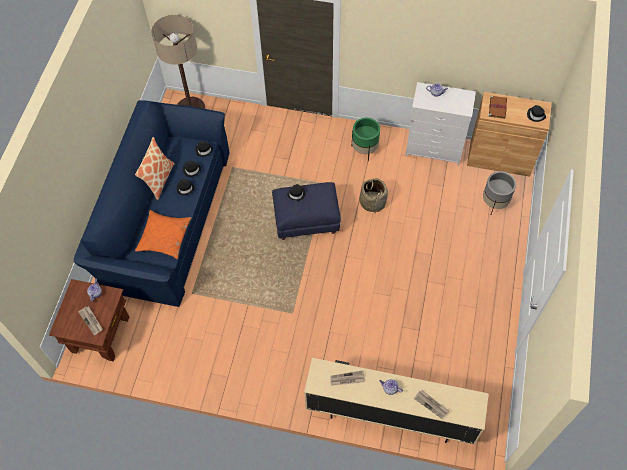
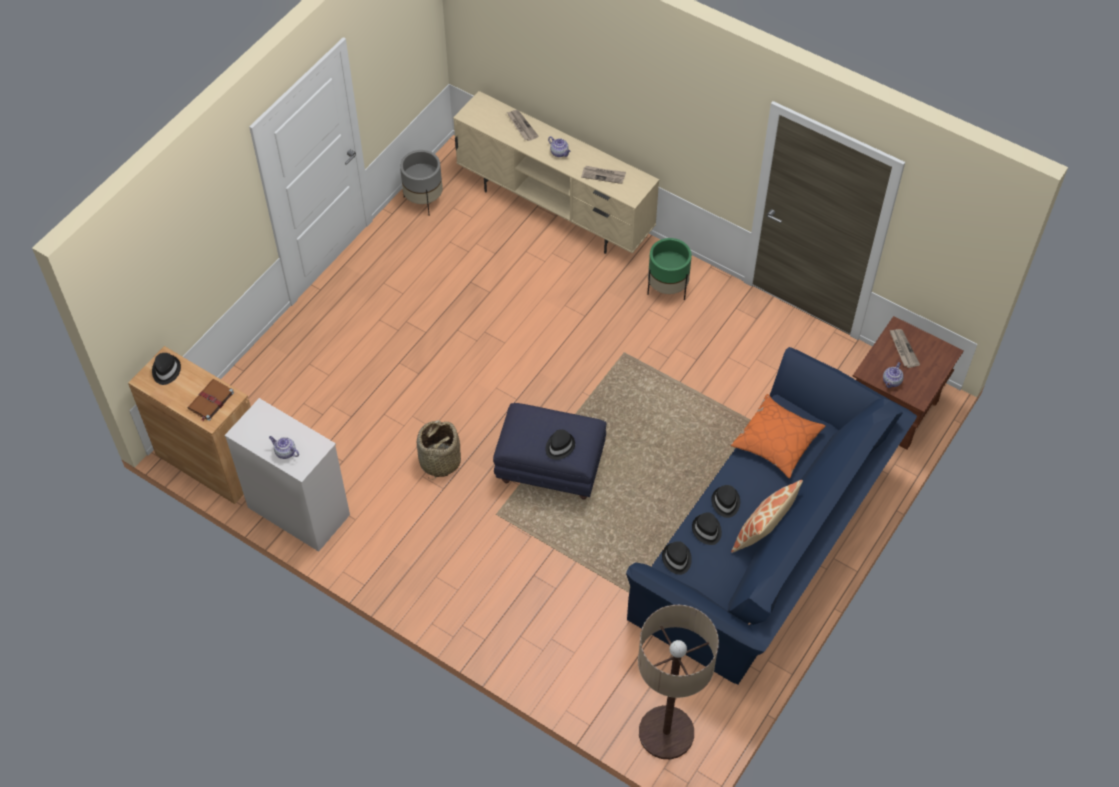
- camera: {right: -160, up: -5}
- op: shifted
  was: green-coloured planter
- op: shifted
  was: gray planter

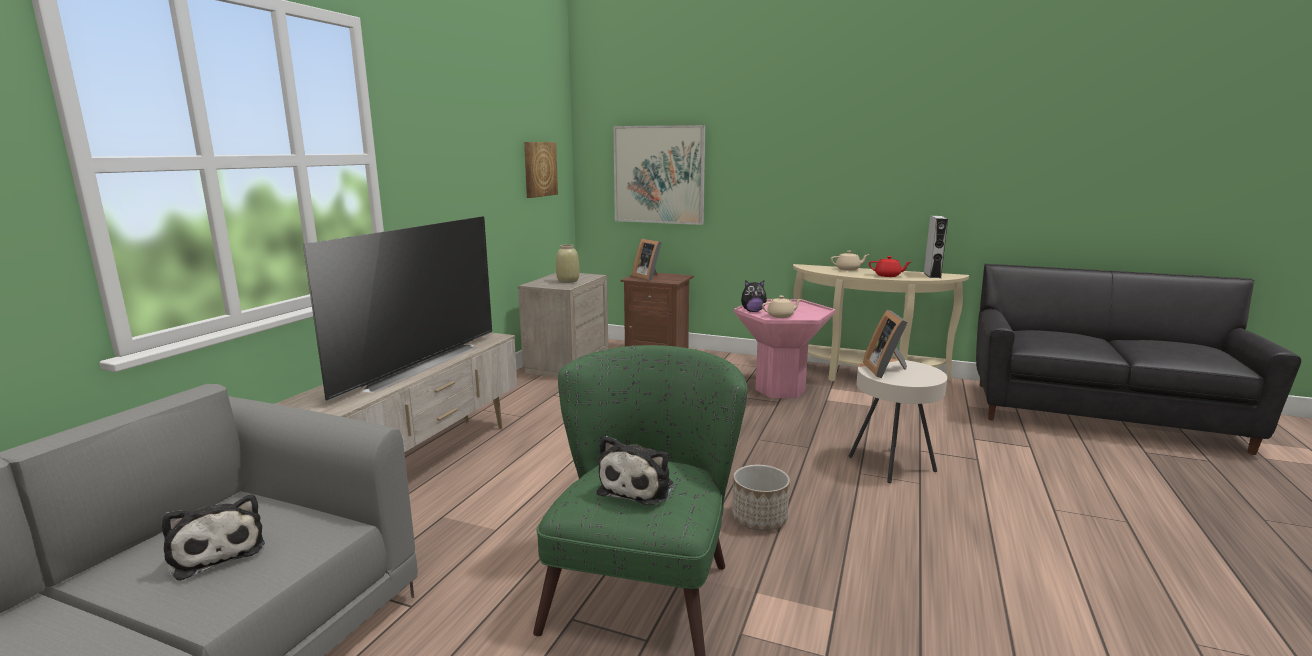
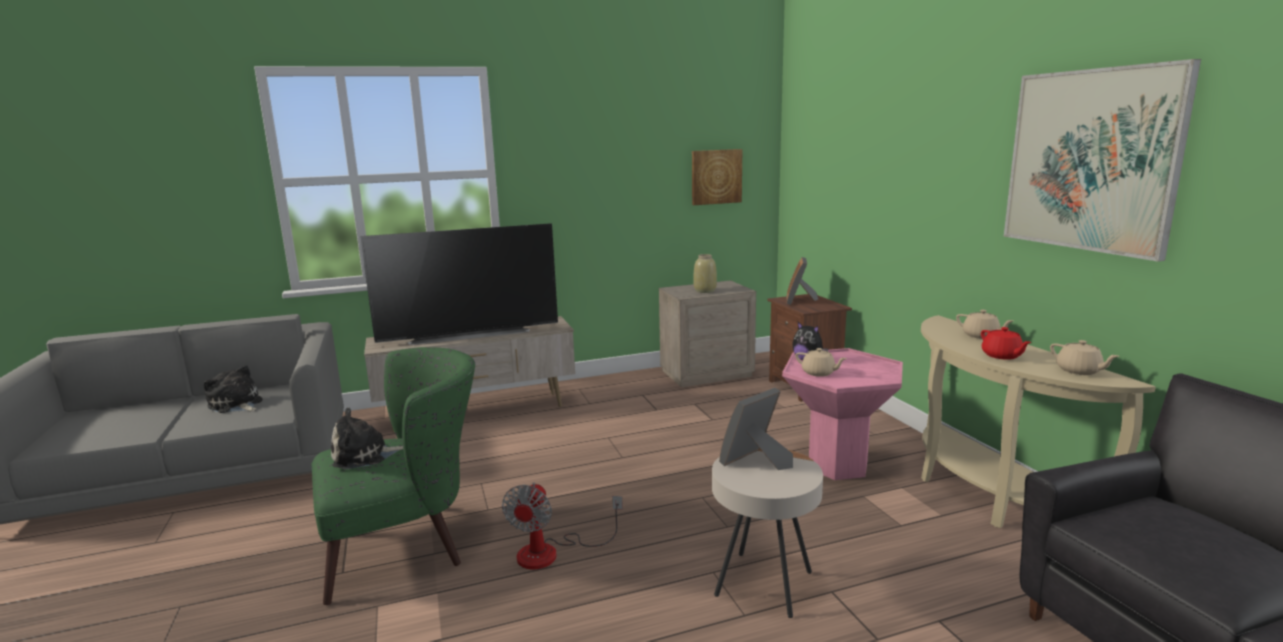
- camera: {right: 50, up: 0}
- op: shifted
  was: wall art (no. 2 from left)
- op: swapped
  was: planter
  now: fan
- op: swapped
  was: gray speaker
  now: sand-coloured pot for tea (no. 3 from left)
- op: rotated
  was: cuddly toy (no. 1 from left)
  clockwise: 120

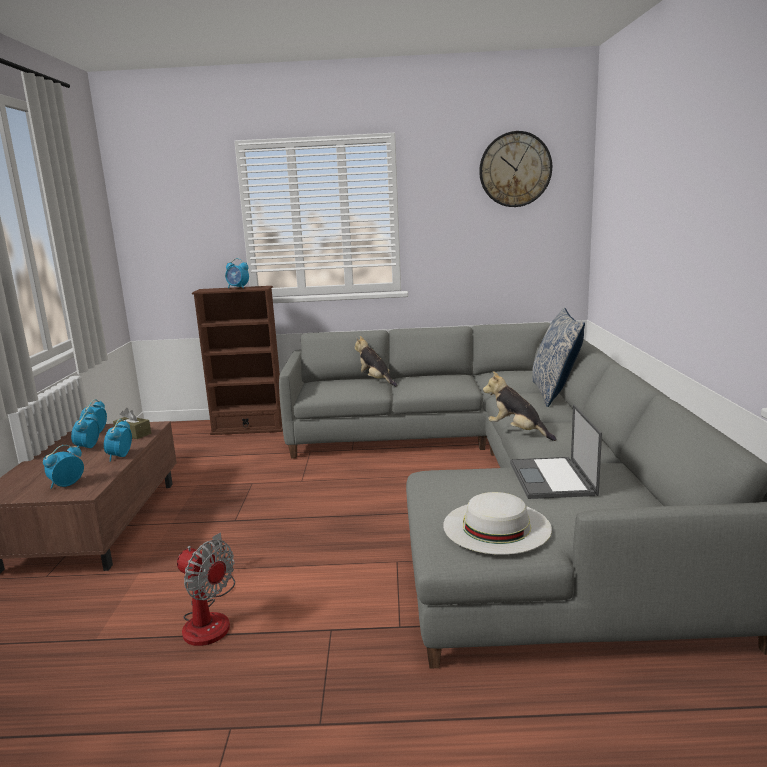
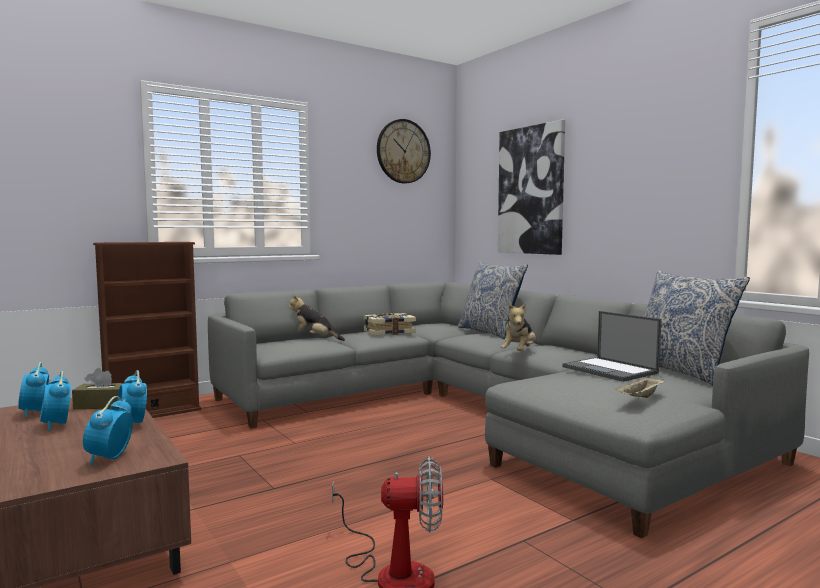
- camera: {right: -35, up: -10}
- op: gone
  was: bedside clock (no. 5 from left)
- op: new
  now: bound book
- op: new
  now: wall art
- op: new
  now: throw pillow (no. 2 from left)
- op: swapped
  was: white-coloured hat
  now: sand-coloured tray
- op: rotated
  was: cuddly toy (no. 2 from left)
  clockwise: -75

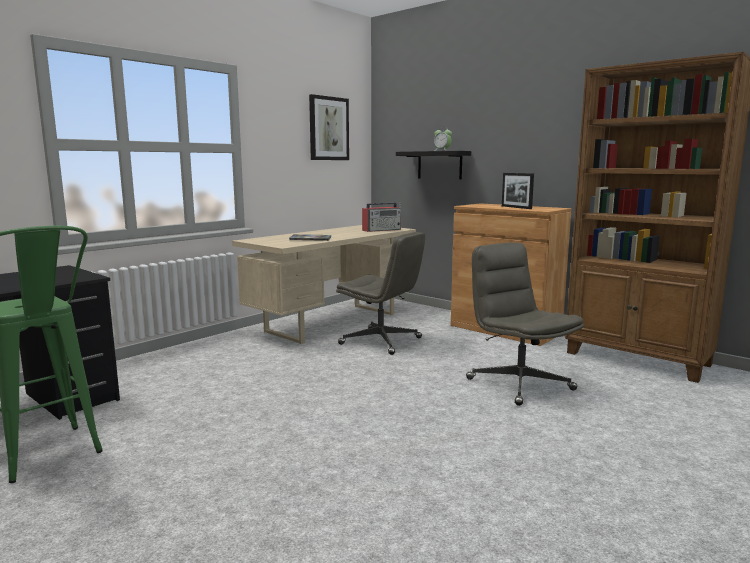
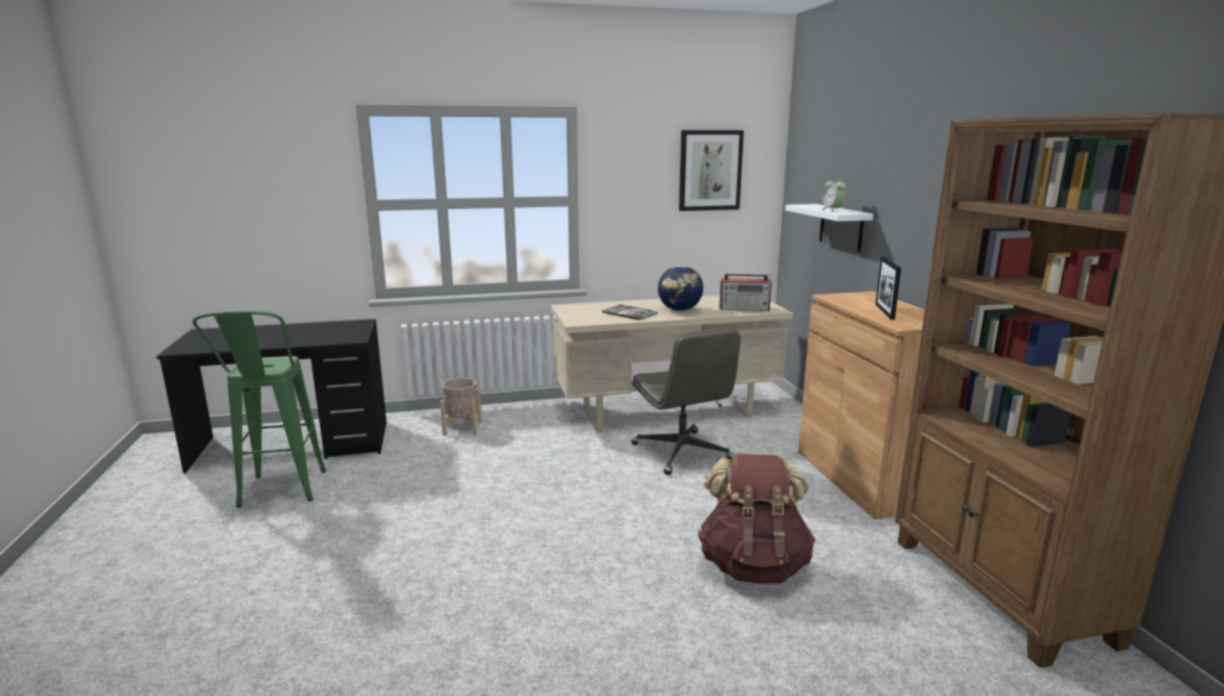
- camera: {right: 35, up: 5}
- op: new
  now: sand-coloured planter
- op: new
  now: world globe
- op: swapped
  was: gray computer chair (no. 2 from left)
  now: brown knapsack
- op: repainted
  was: black wall shelf
  now: white-coloured wall shelf

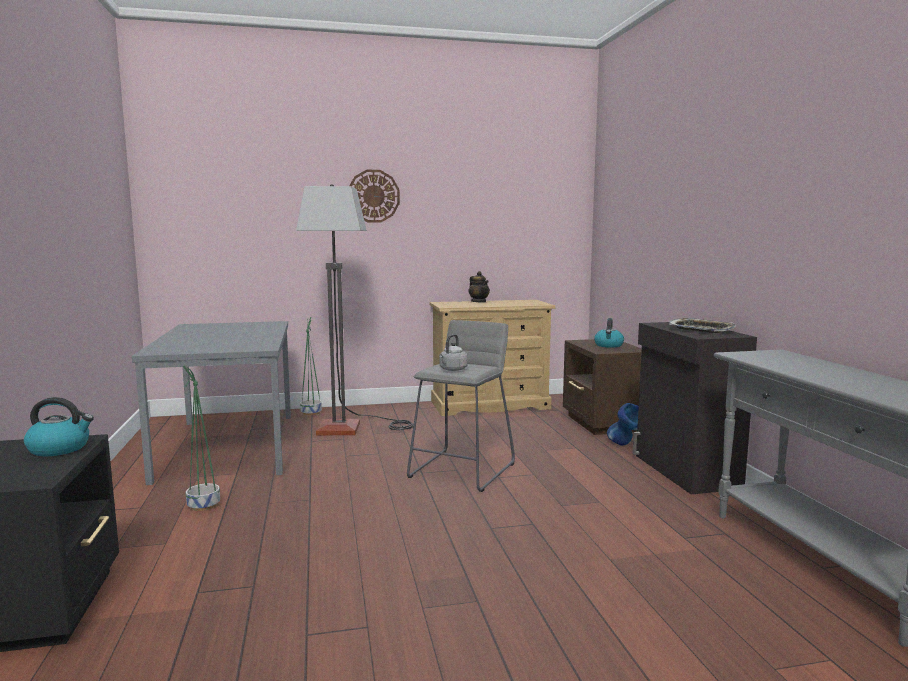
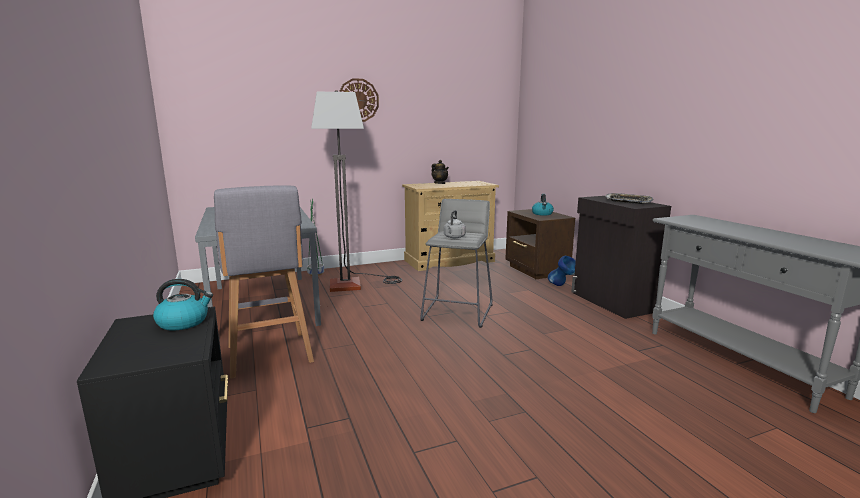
- camera: {right: -10, up: 5}
- op: swapped
  was: green-coloured planter (no. 1 from left)
  now: gray stool seat (no. 1 from left)

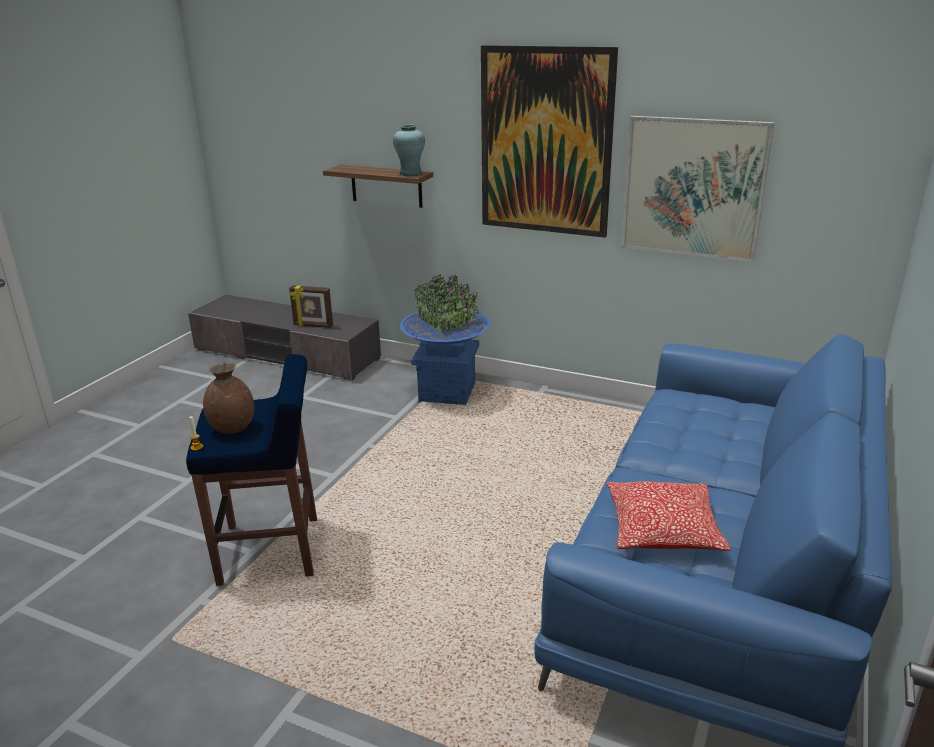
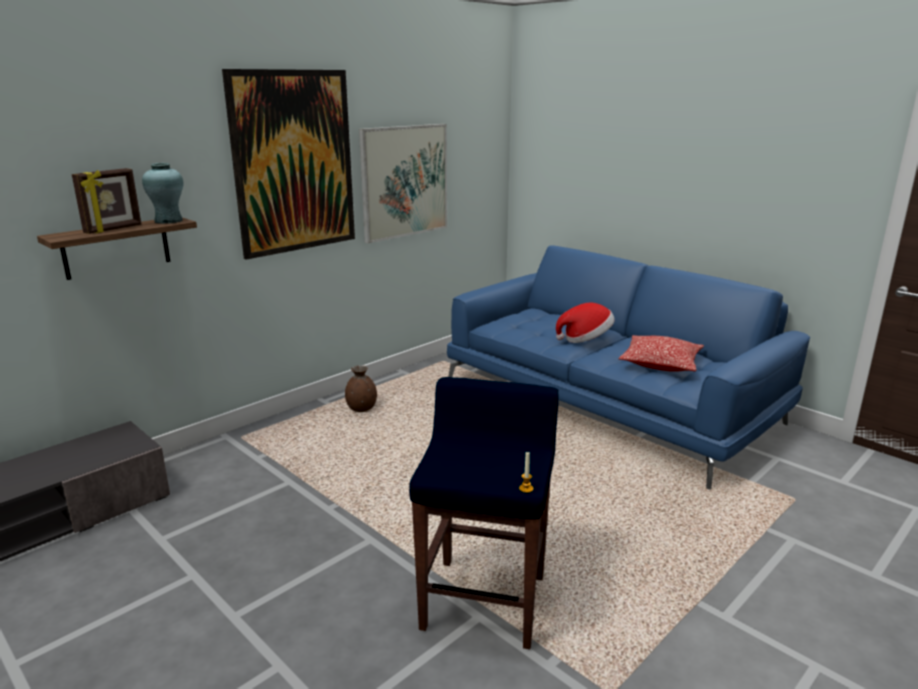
- camera: {right: -70, up: -5}
- op: gone
  was: blue-coloured planter
- op: new
  now: hat
- op: shifted
  was: brown flower vase
- op: shifted
  was: picture frame

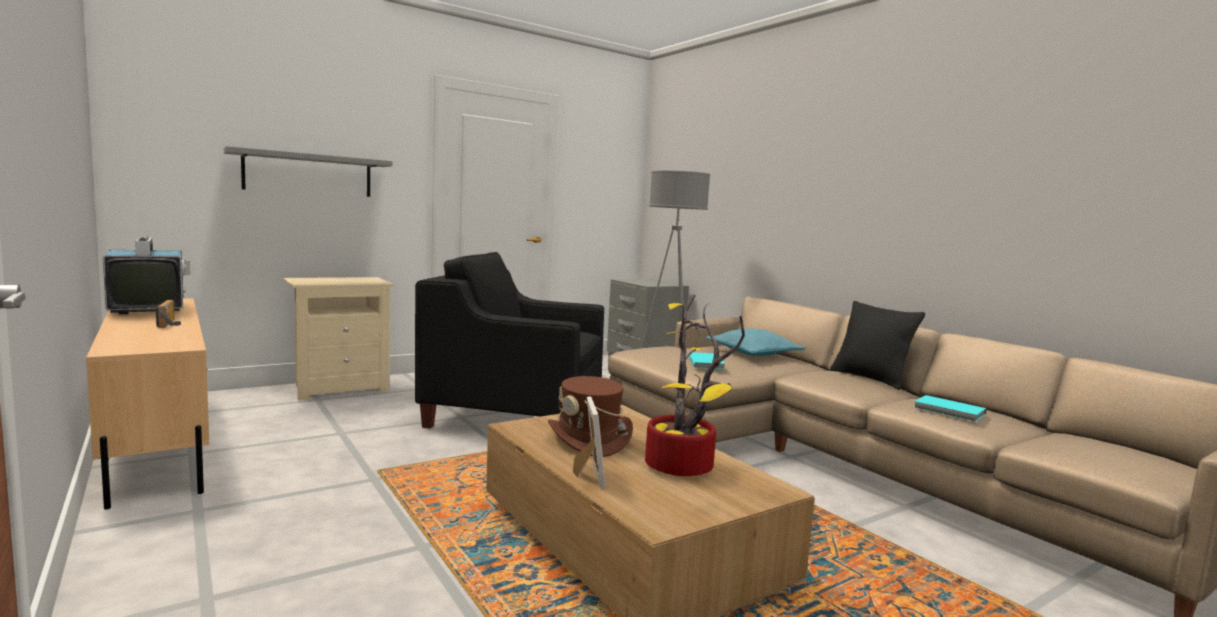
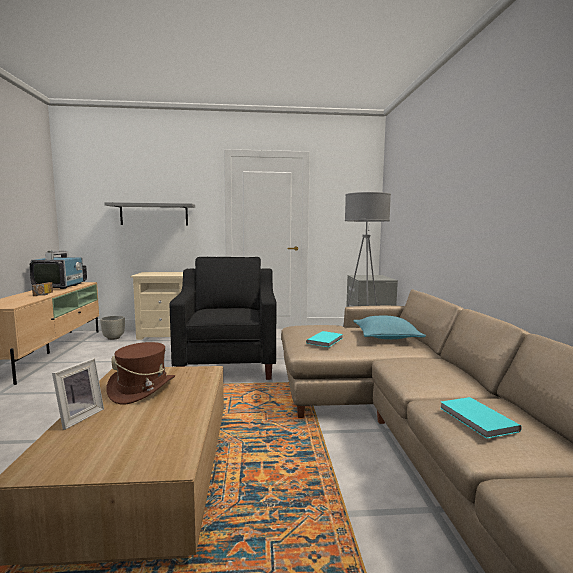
- camera: {right: 30, up: 0}
- op: gone
  was: potted plant
- op: gone
  was: black throw pillow
- op: new
  now: gray planter
- op: rotated
  was: black lounge chair
  clockwise: 45

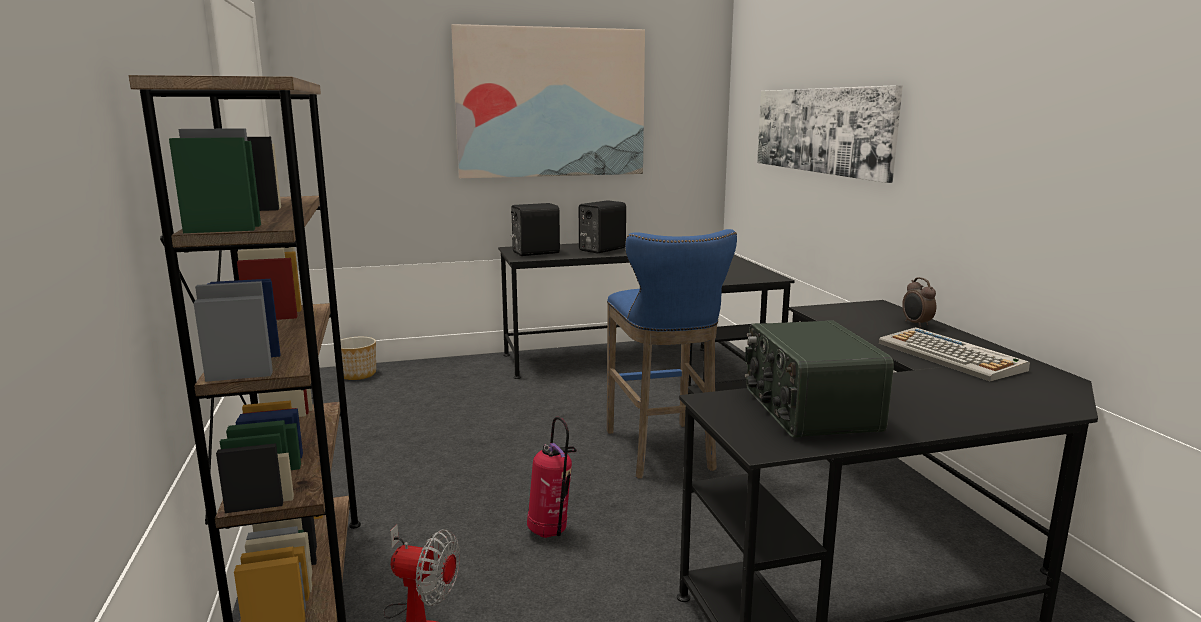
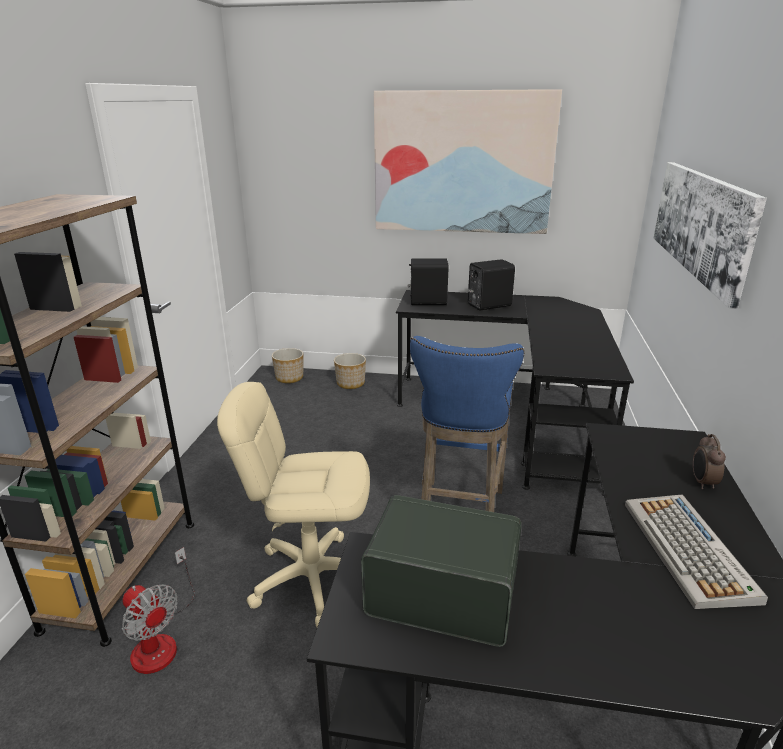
- camera: {right: 25, up: 10}
- op: new
  now: planter (no. 2 from left)
- op: swapped
  was: extinguisher
  now: sand-coloured computer chair
- op: rotated
  was: radio set
  clockwise: 90

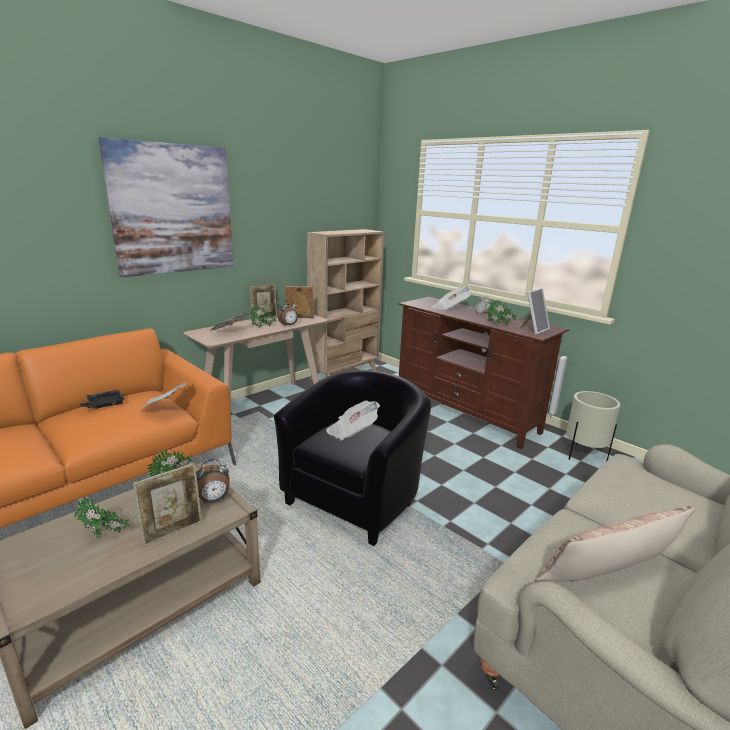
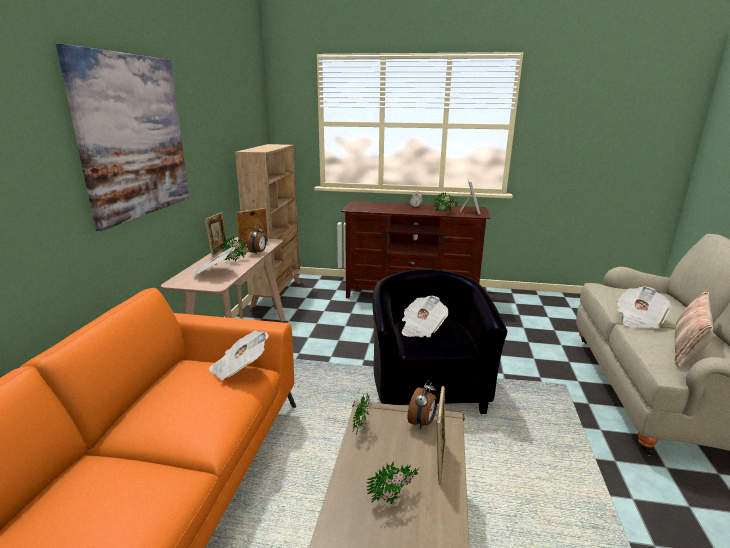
- camera: {right: -35, up: 0}
- op: gone
  was: black tray
- op: gone
  was: sand-coloured planter
- op: shifted
  was: printed paper (no. 4 from left)

